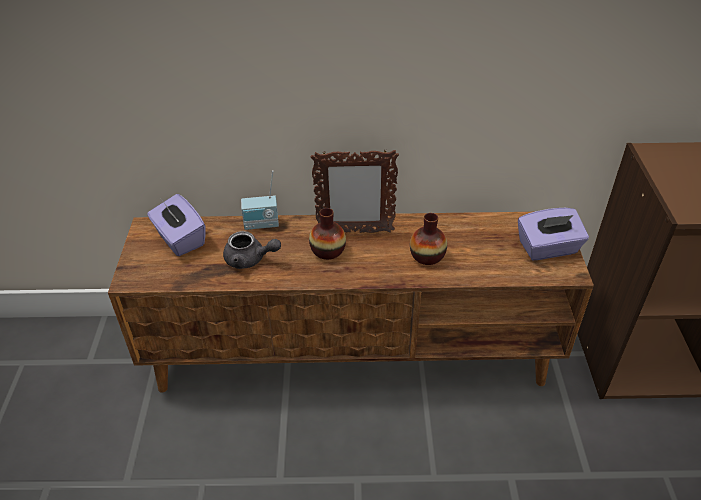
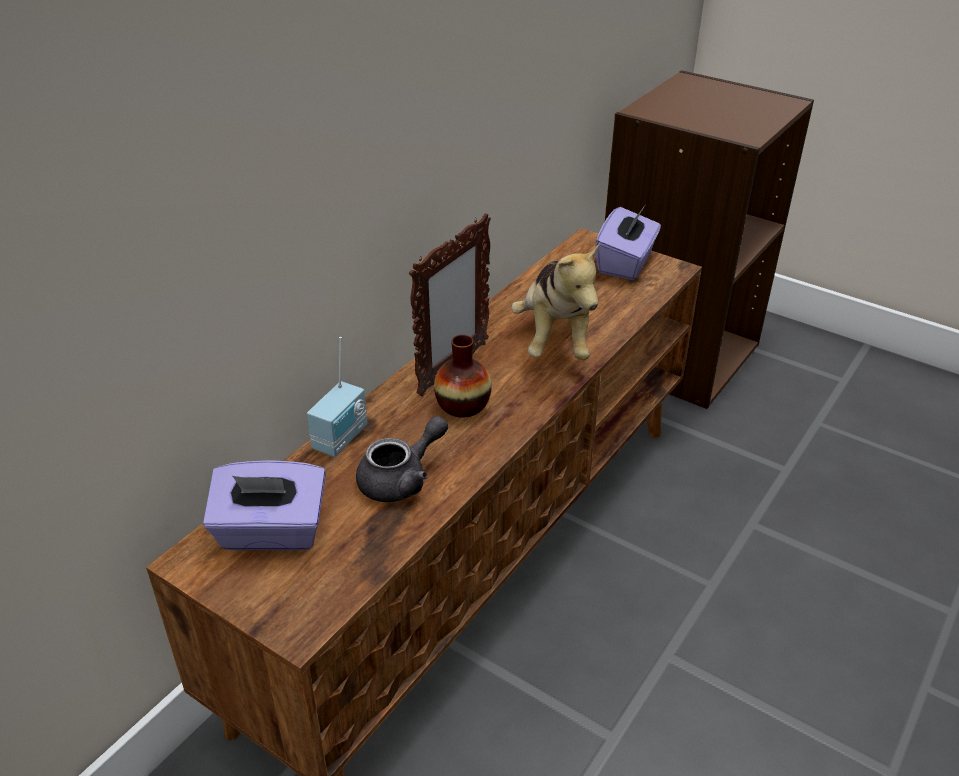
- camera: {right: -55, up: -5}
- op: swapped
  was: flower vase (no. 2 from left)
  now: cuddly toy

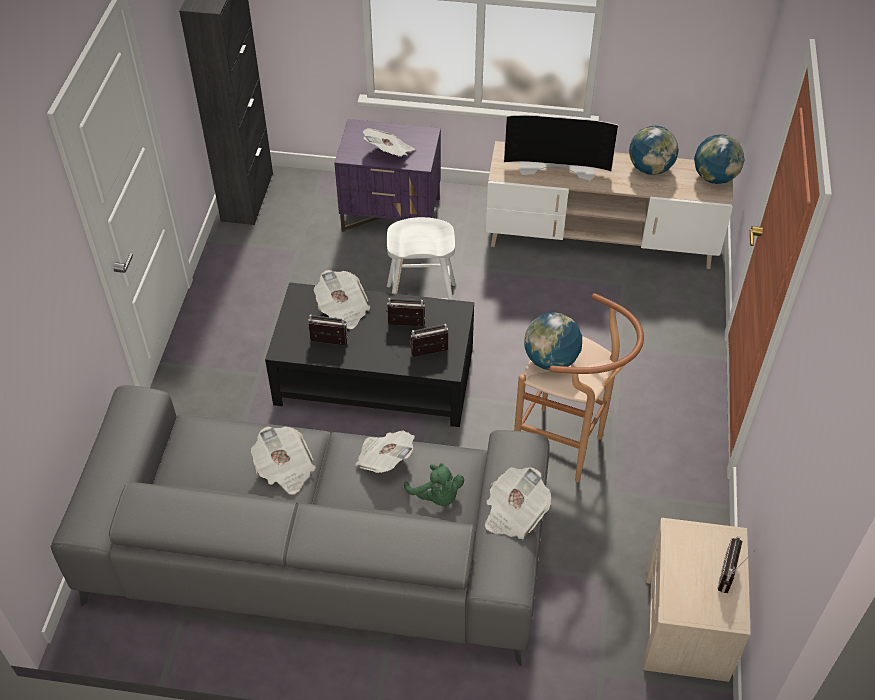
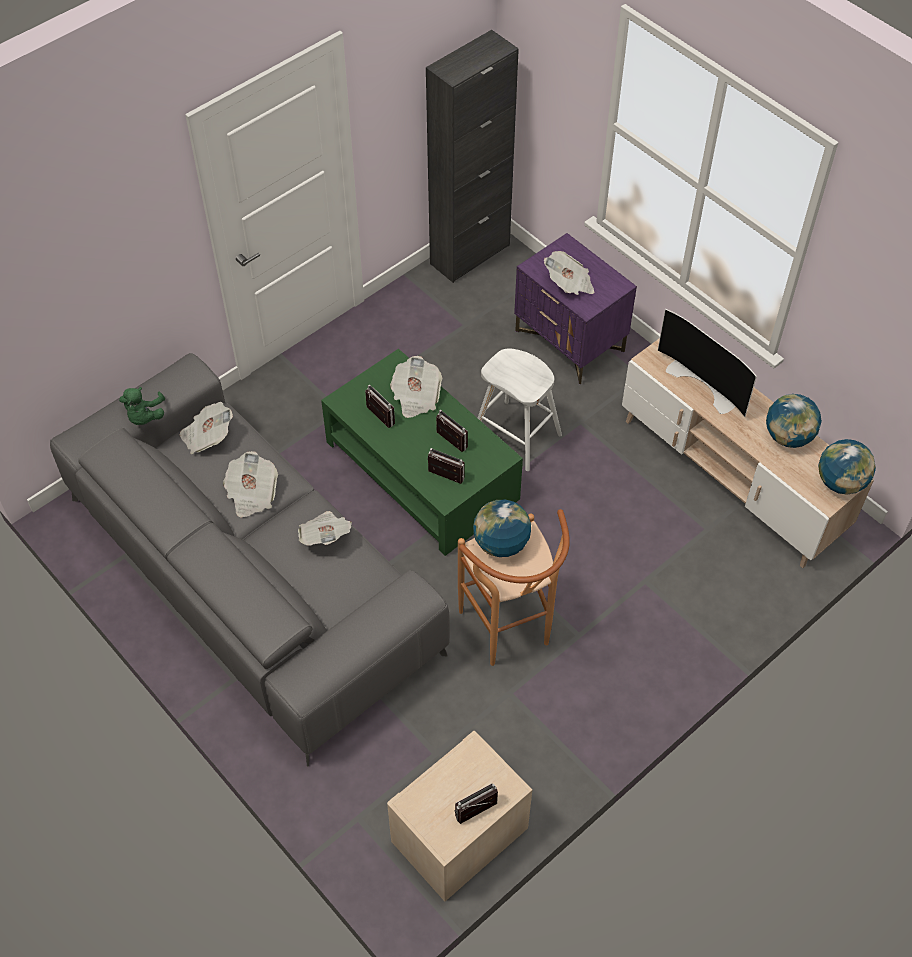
- camera: {right: 40, up: 5}
- op: shifted
  was: green-coloured cuddly toy
- op: shifted
  was: printed paper (no. 5 from left in the first image)
  now: printed paper (no. 1 from left)
- op: repainted
  was: black coffee table
  now: green-coloured coffee table

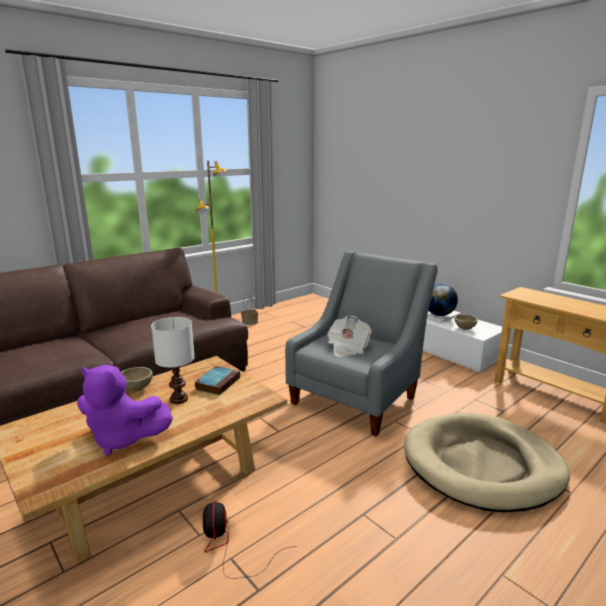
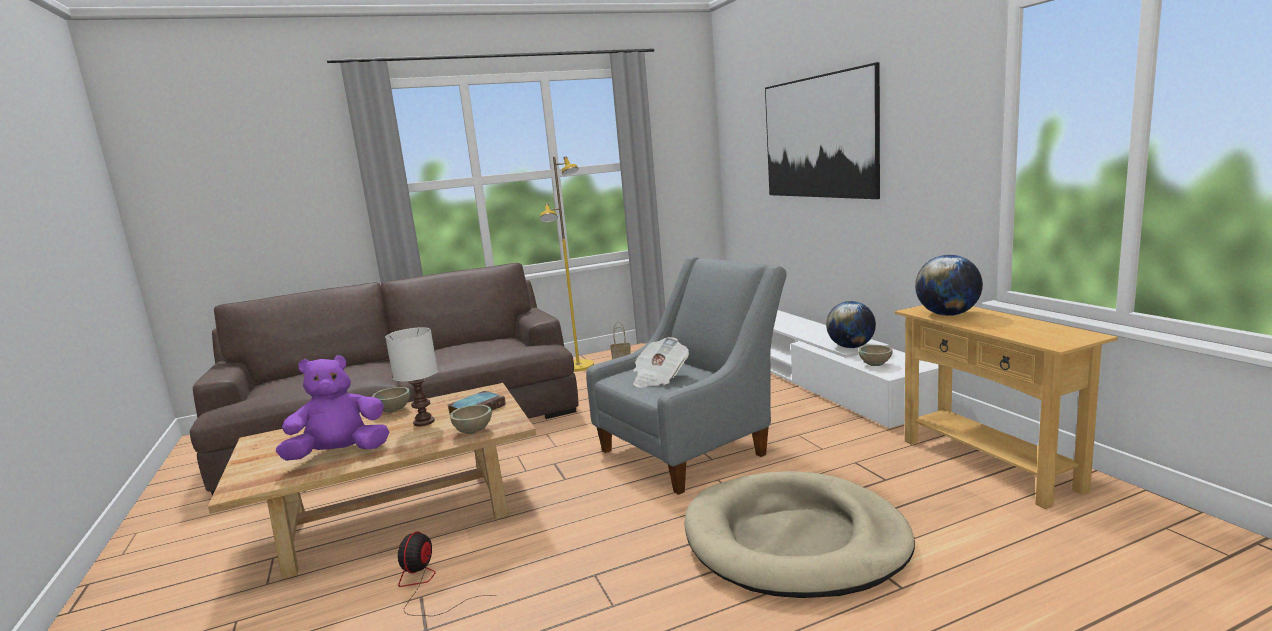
- camera: {right: 20, up: -5}
- op: new
  now: sand-coloured bowl (no. 2 from left)
- op: new
  now: wall art
- op: new
  now: world globe (no. 2 from left)
- op: rotated
  was: purple-coloured cuddly toy
  clockwise: 120

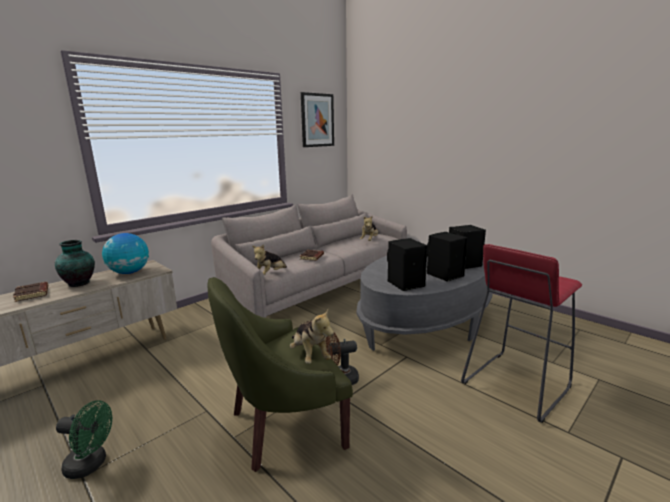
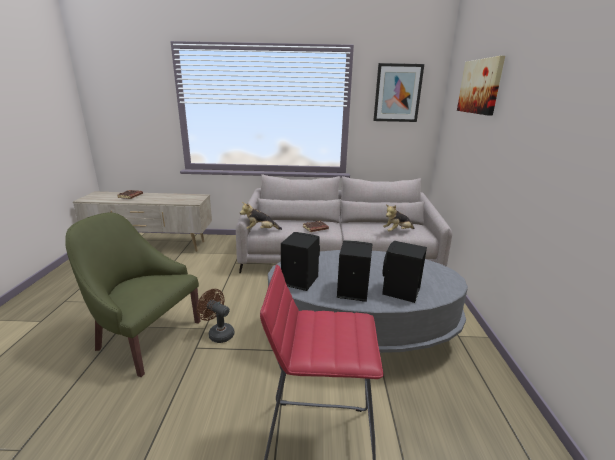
- camera: {right: 45, up: 5}
- op: gone
  was: flower vase
- op: gone
  was: green-coloured fan
- op: gone
  was: world globe
- op: gone
  was: cuddly toy (no. 2 from left)
- op: new
  now: wall art (no. 2 from left)

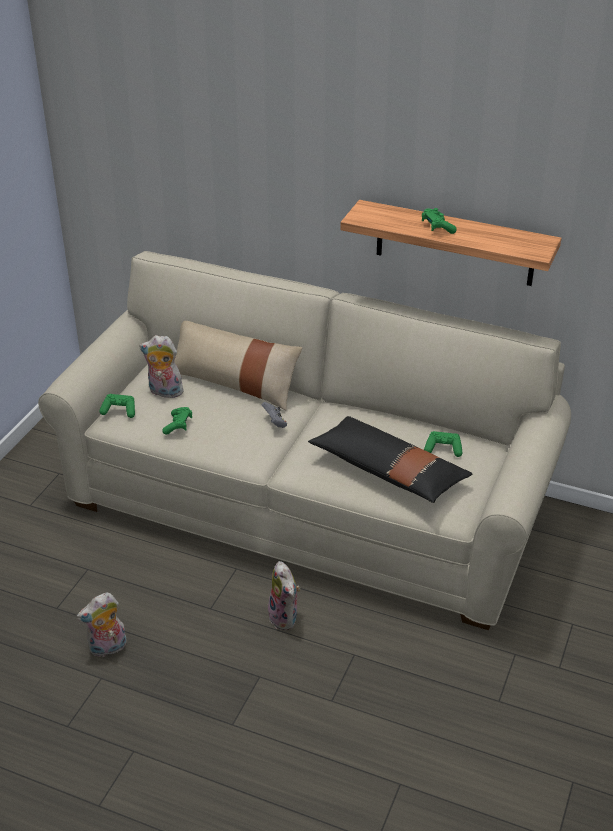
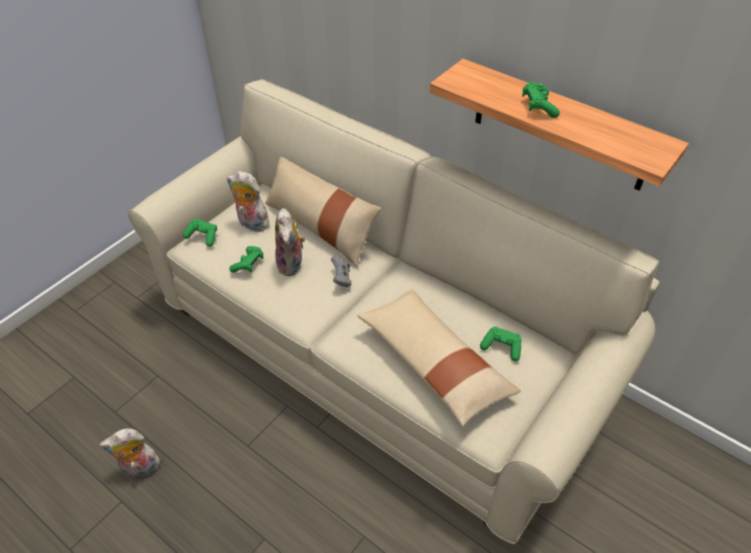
- camera: {right: 15, up: 10}
- op: shifted
  was: cuddly toy (no. 3 from left)
- op: repainted
  was: black throw pillow
  now: sand-coloured throw pillow (no. 2 from left)

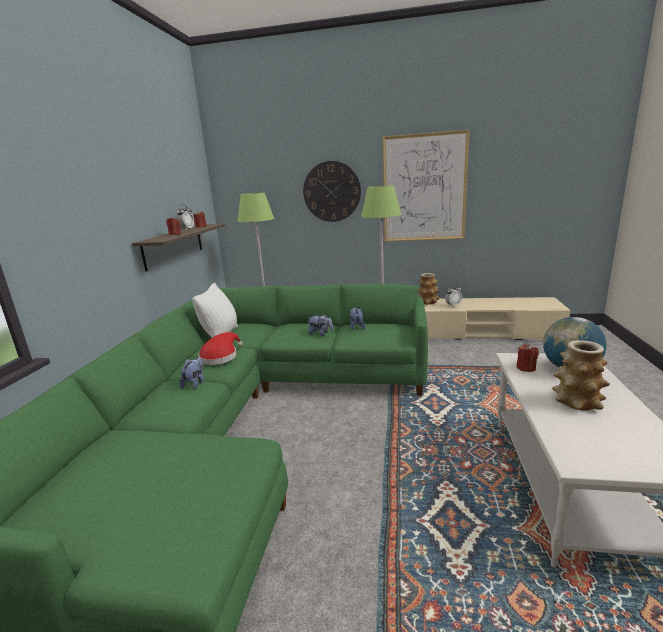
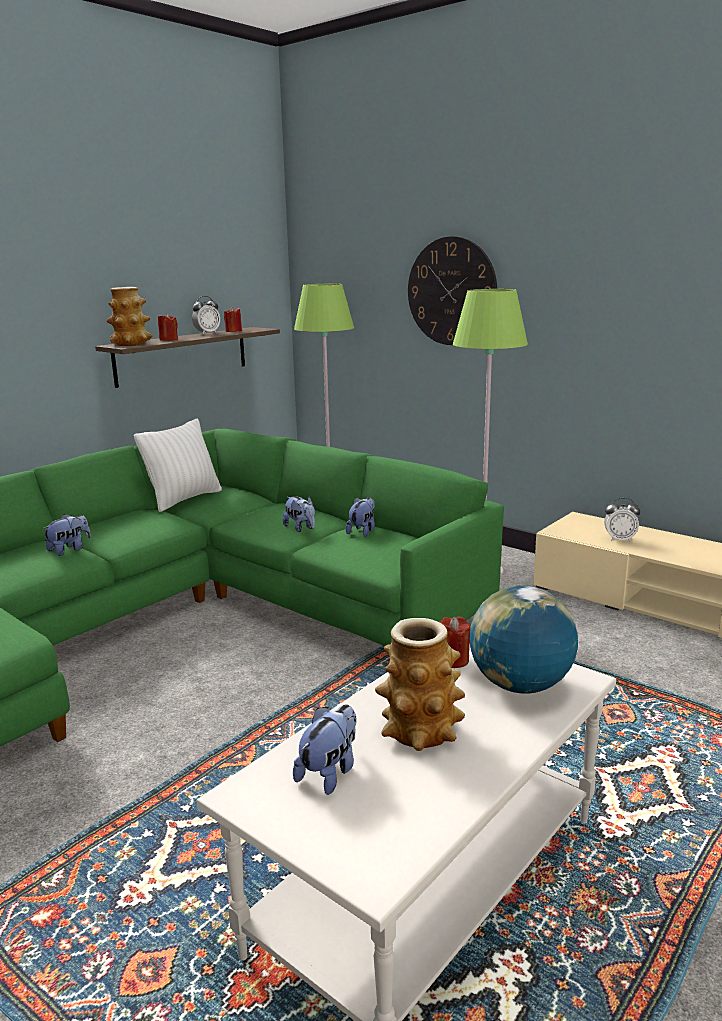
- camera: {right: 30, up: 0}
- op: gone
  was: red hat
- op: gone
  was: wall art
- op: new
  now: cuddly toy (no. 3 from left)
- op: shifted
  was: flower vase (no. 1 from left)

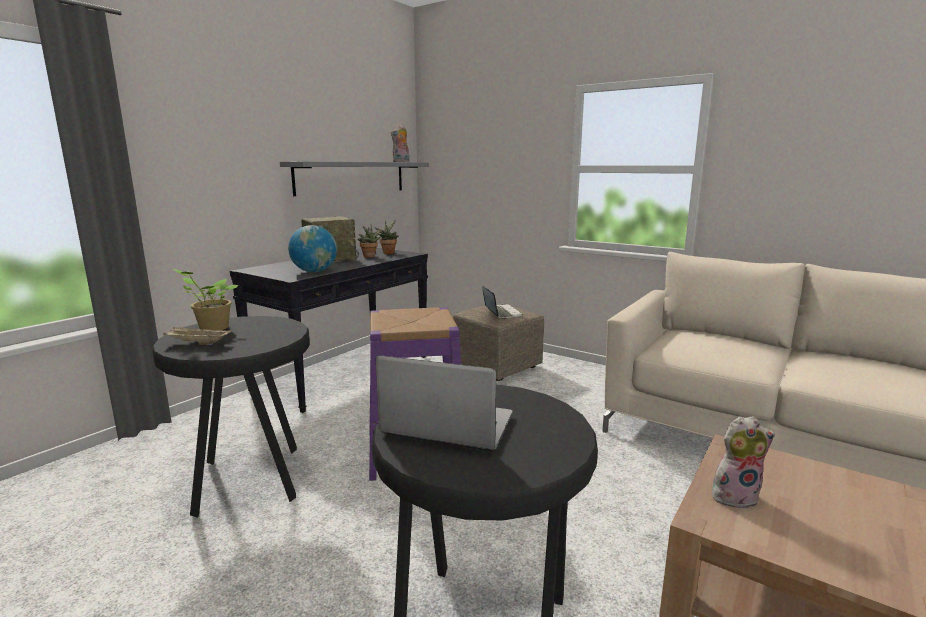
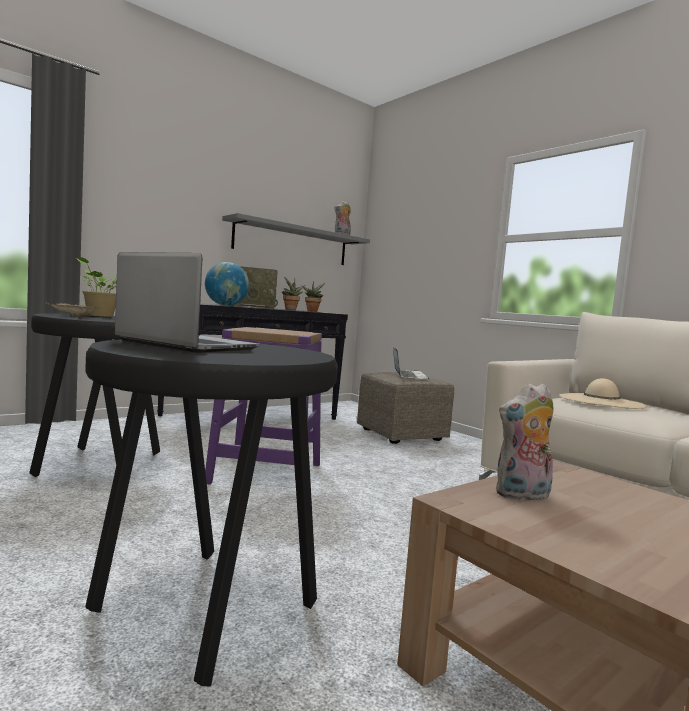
- camera: {right: 15, up: -10}
- op: new
  now: sand-coloured hat
- op: rotated
  was: cuddly toy (no. 2 from left)
  clockwise: 150

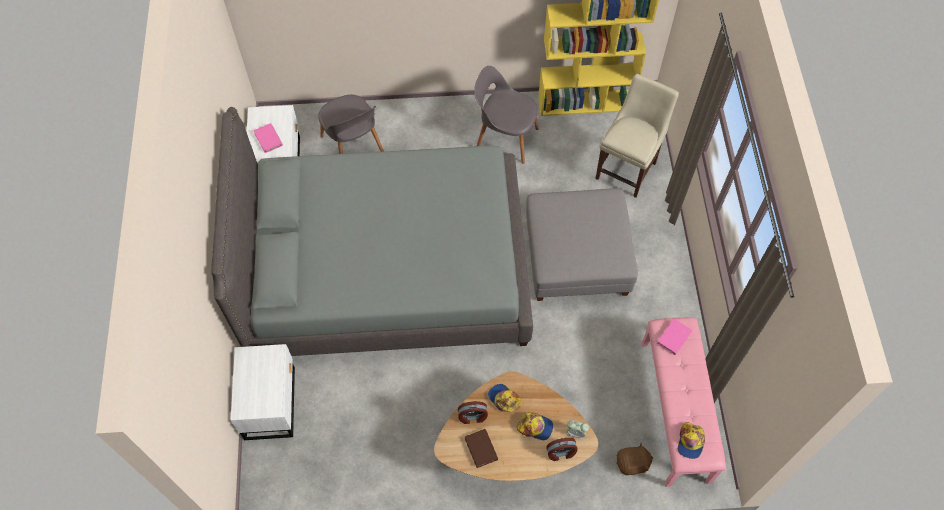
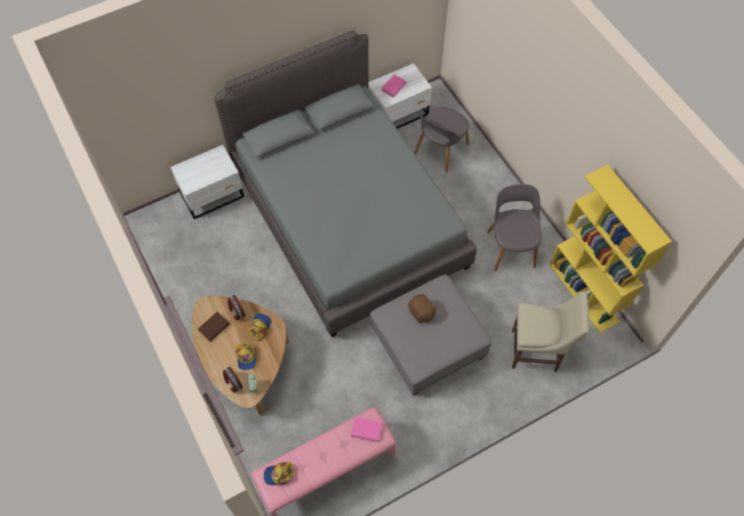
- camera: {right: 65, up: 0}
- op: shifted
  was: brown cuddly toy

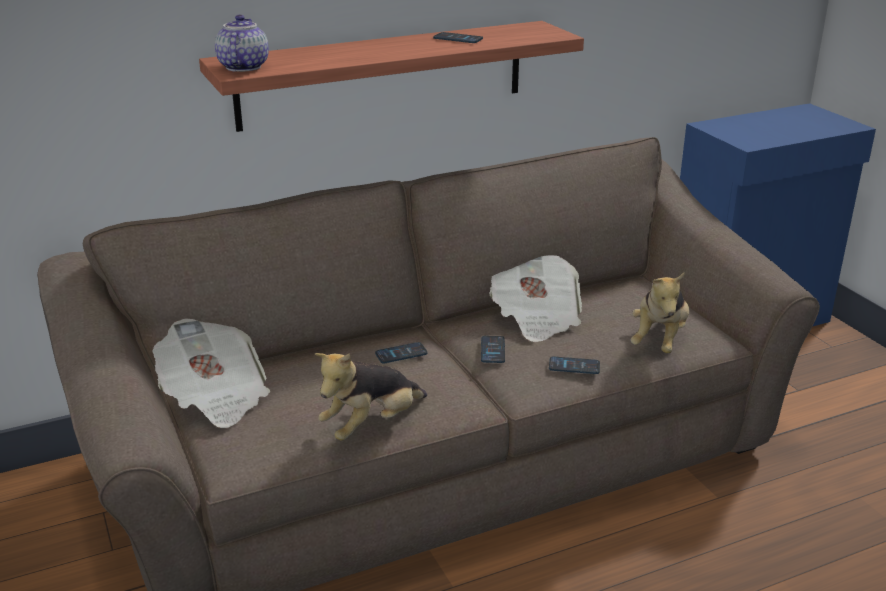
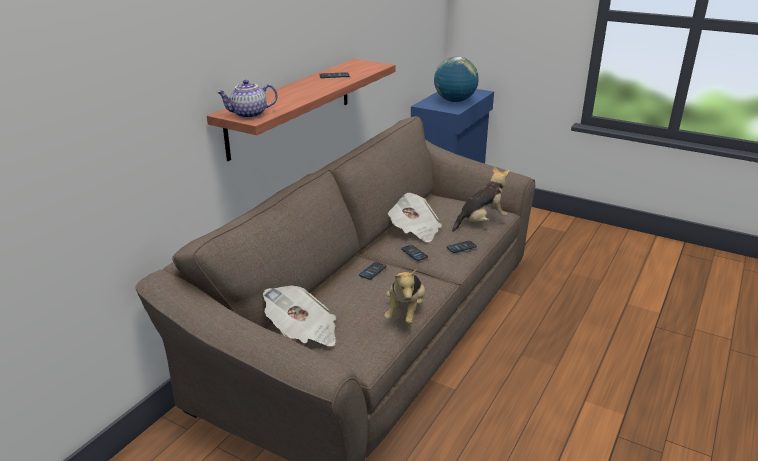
- camera: {right: -35, up: 0}
- op: new
  now: world globe
- op: rotated
  was: pot for tea
  clockwise: -75
- op: rotated
  was: cuddly toy (no. 2 from left)
  clockwise: -105

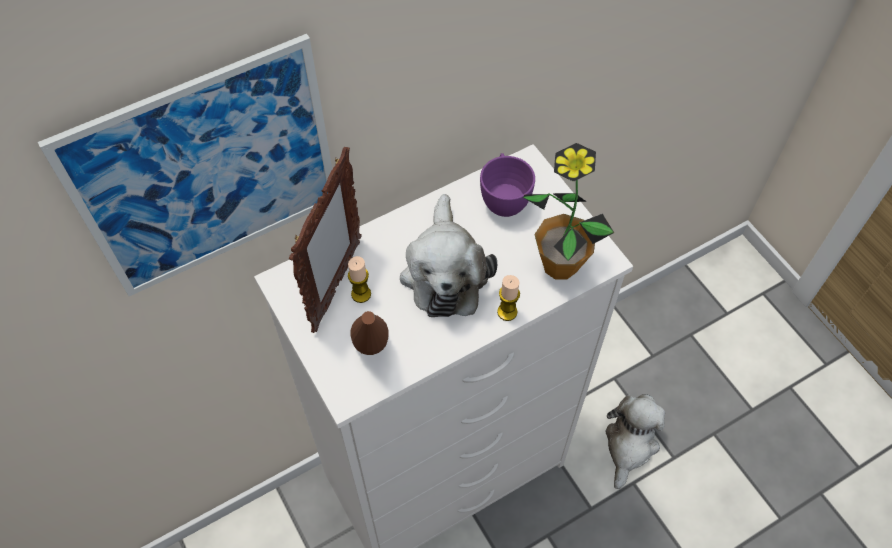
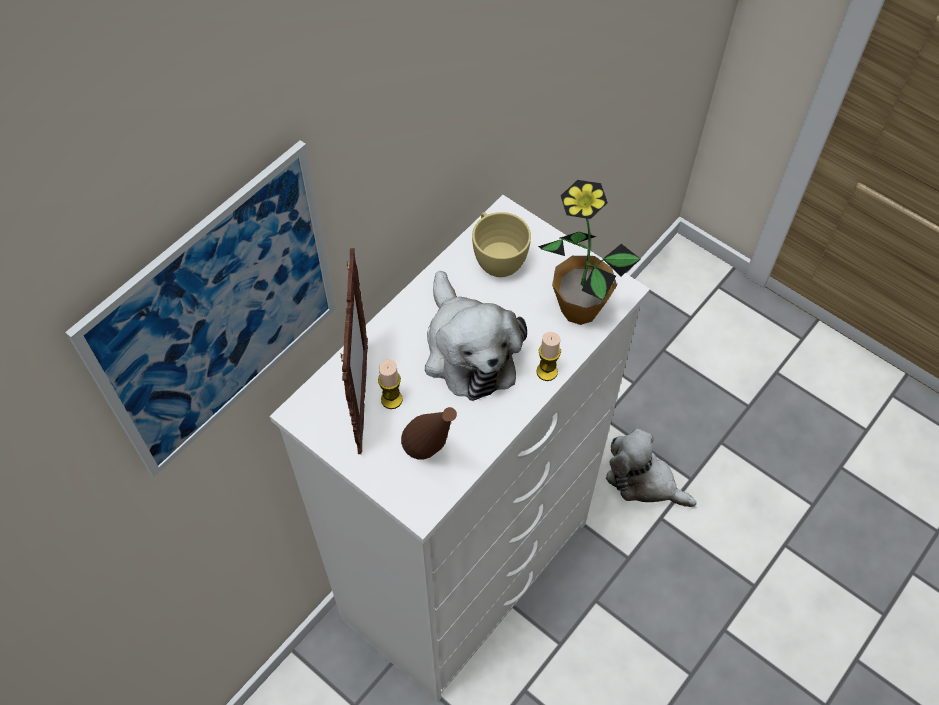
- camera: {right: -20, up: 0}
- op: repainted
  was: purple-coloured small cup
  now: yellowish small cup
- op: rotated
  was: cuddly toy (no. 2 from left)
  clockwise: -60

